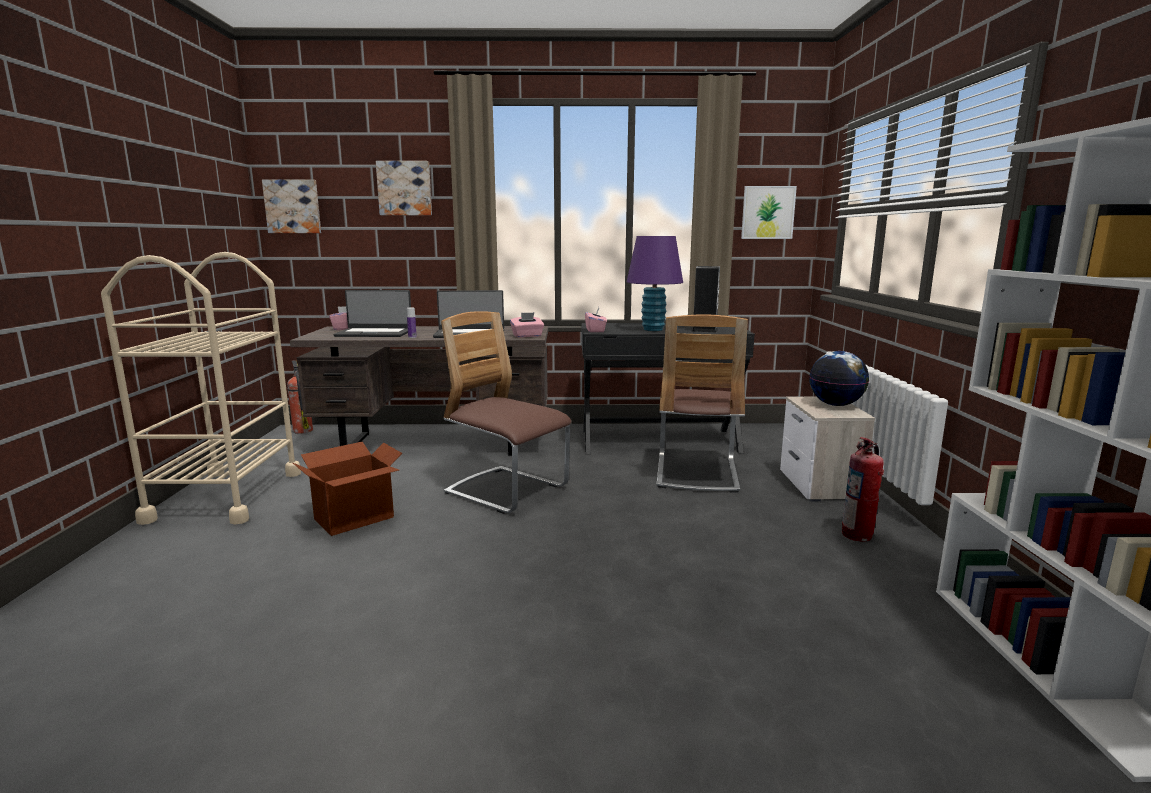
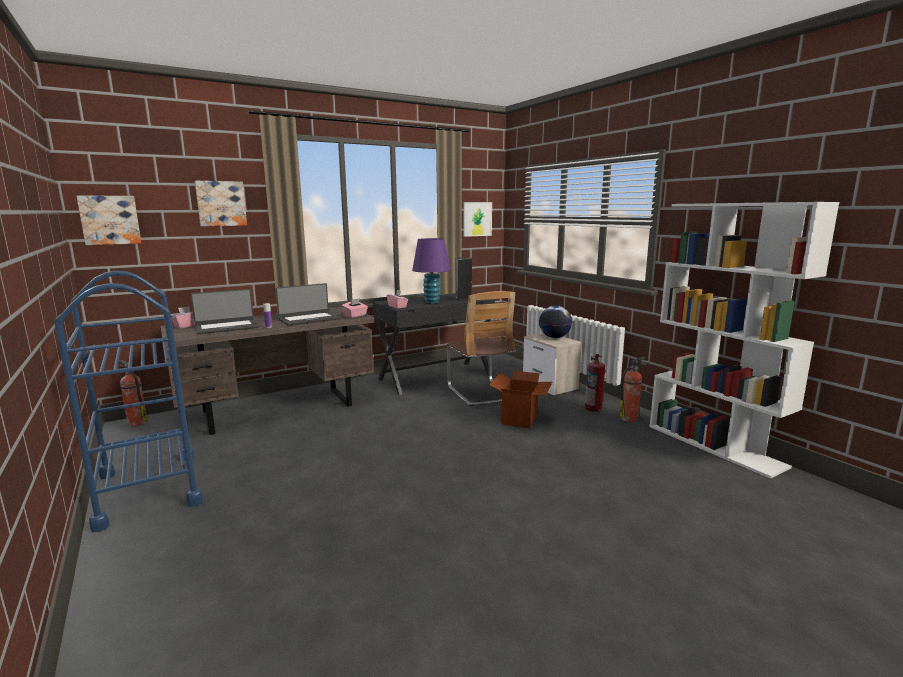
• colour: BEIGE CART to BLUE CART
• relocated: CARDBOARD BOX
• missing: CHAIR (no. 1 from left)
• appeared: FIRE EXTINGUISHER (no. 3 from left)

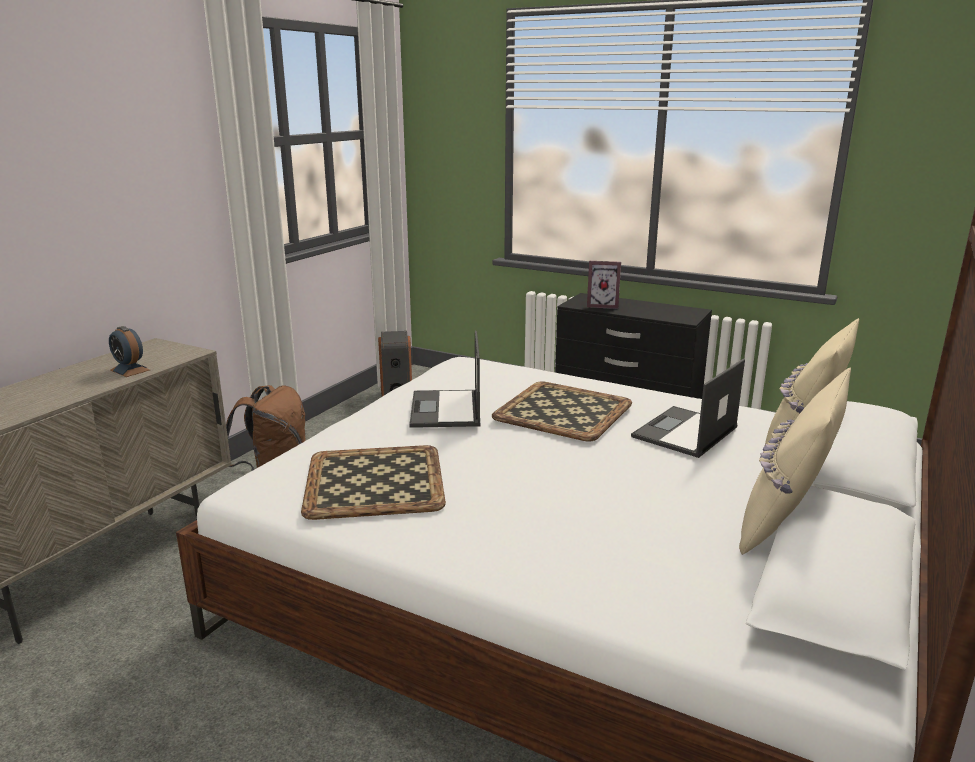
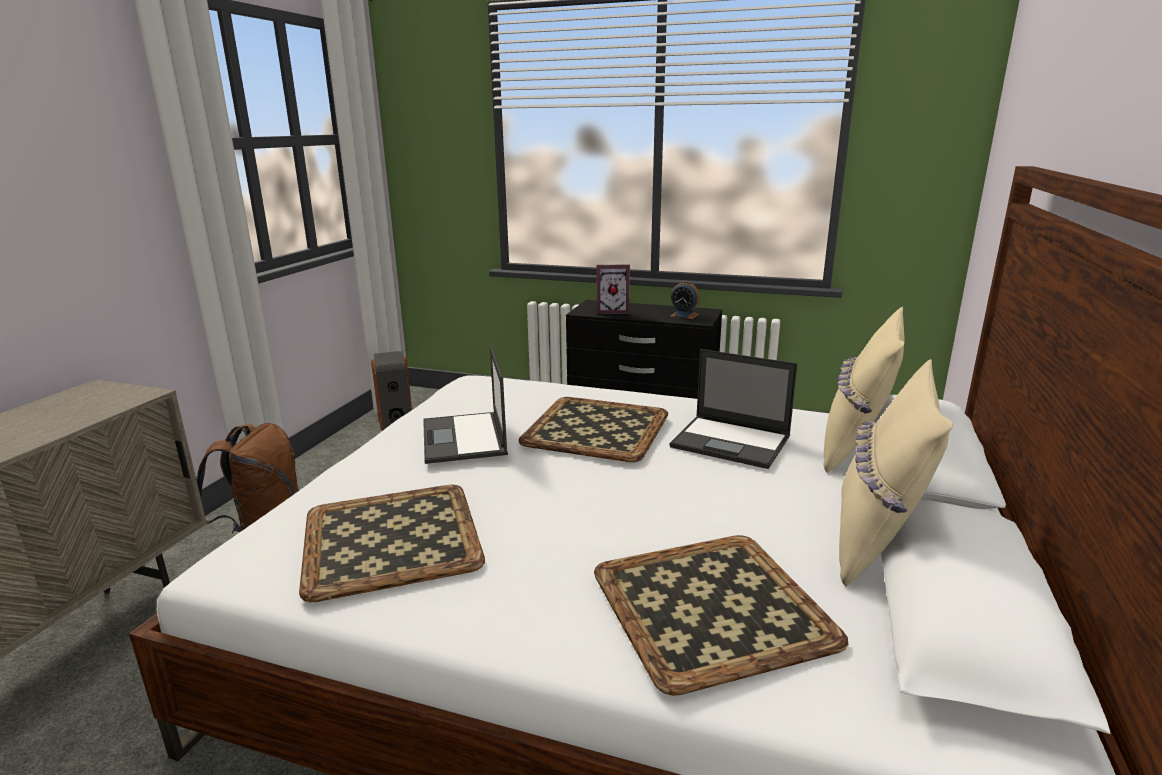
• relocated: ALARM CLOCK
• spun: LAPTOP (no. 2 from left) 90 degrees counterclockwise
• appeared: TRAY (no. 3 from left)

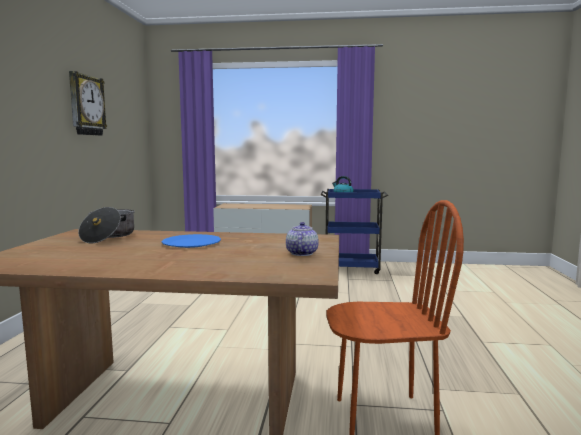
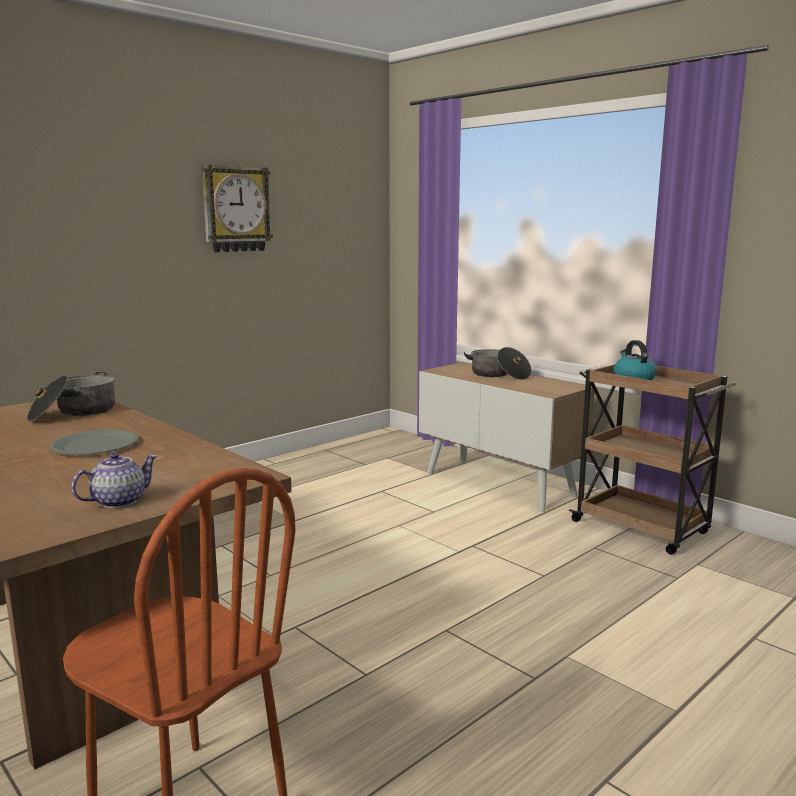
• colour: BLUE PLATE to GREY PLATE
• colour: BLUE CART to BROWN CART
• appeared: COOKING POT (no. 2 from left)

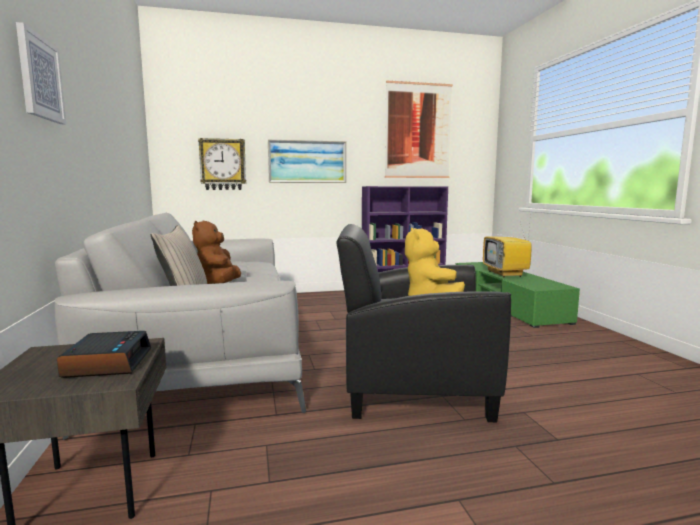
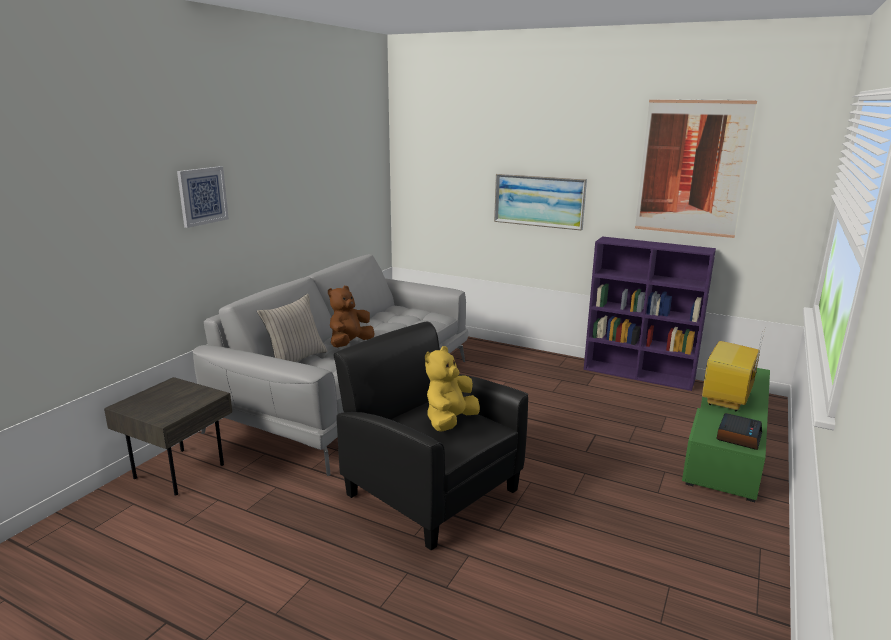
• relocated: ALARM CLOCK
• missing: WALL CLOCK

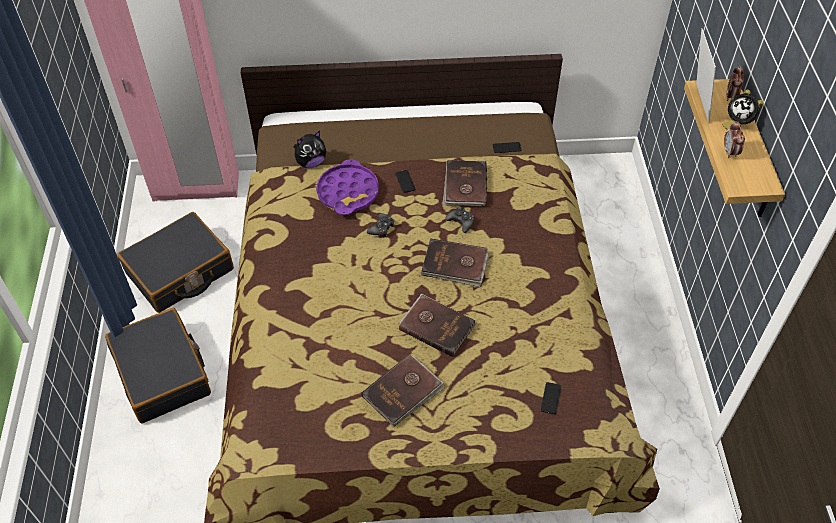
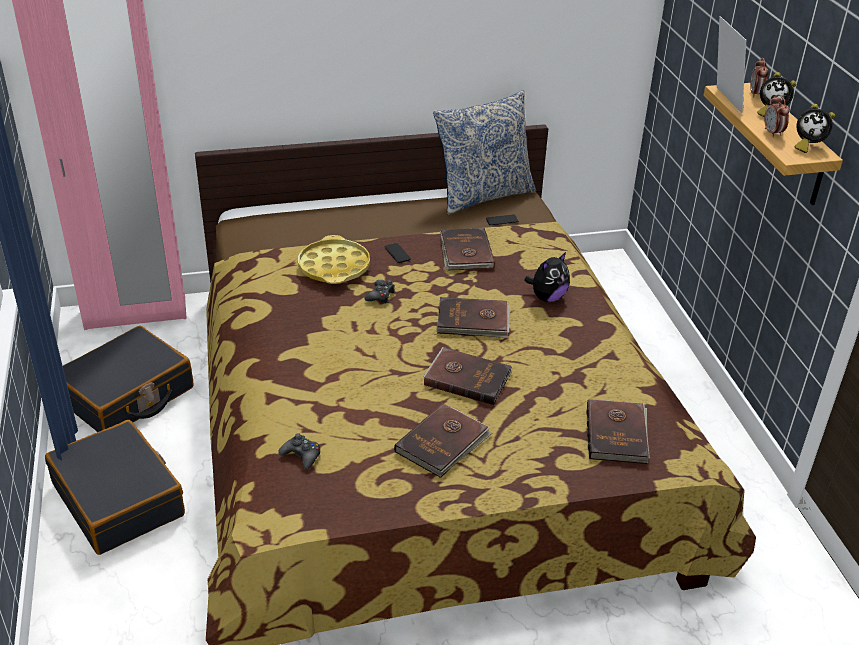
• relocated: PLUSH TOY
• colour: PURPLE TRAY to YELLOW TRAY
• relocated: BLACK GAME CONTROLLER (no. 2 from left in the first image) to BLACK GAME CONTROLLER (no. 1 from left)
• exchanged: PHONE (no. 3 from left) to BROWN BOOK (no. 5 from left)
• appeared: PILLOW
• appeared: ALARM CLOCK (no. 4 from left)

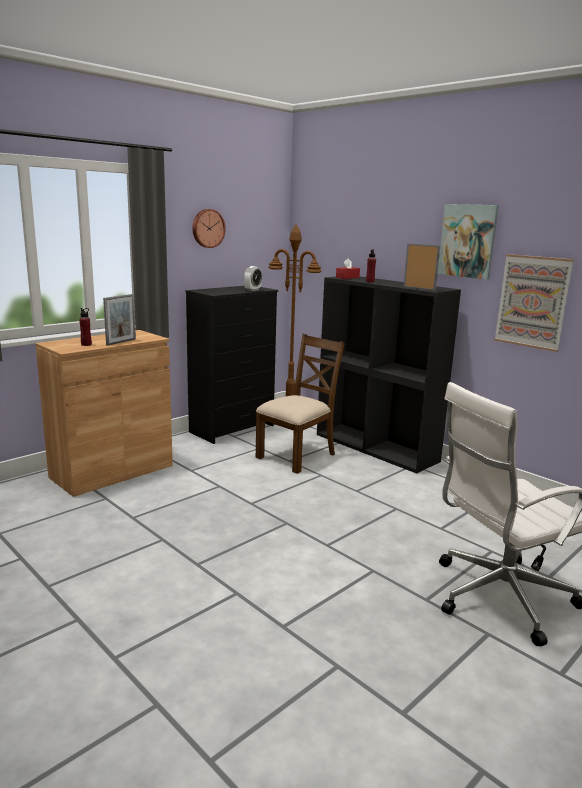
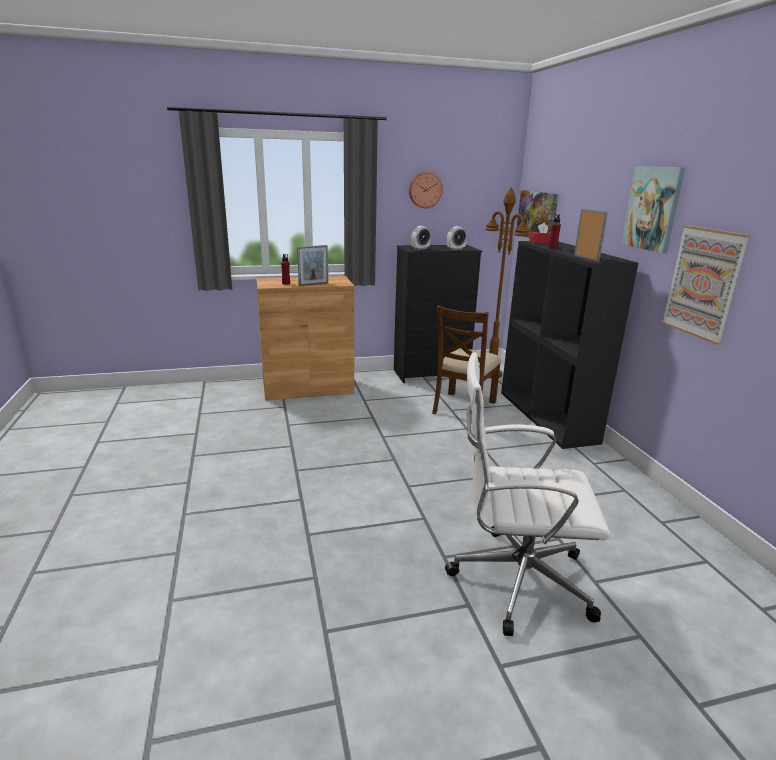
• spun: BROWN CHAIR 135 degrees clockwise
• appeared: ALARM CLOCK (no. 1 from left)
• appeared: PICTURE (no. 1 from left)

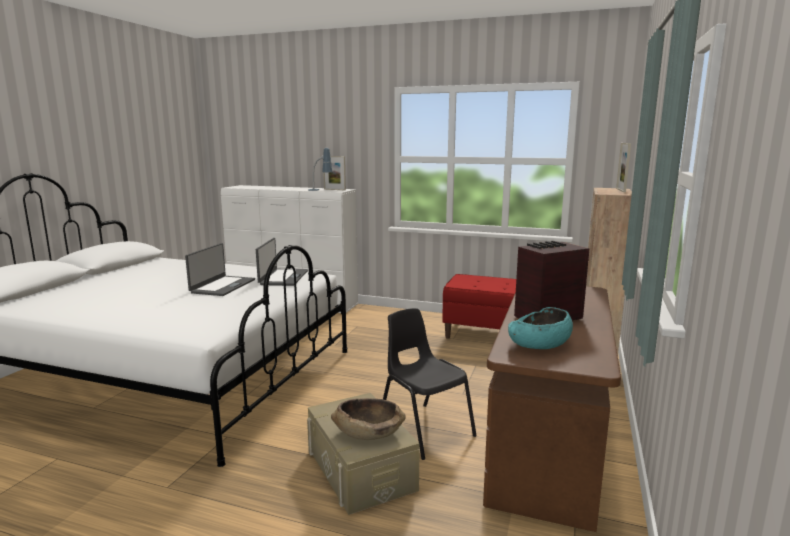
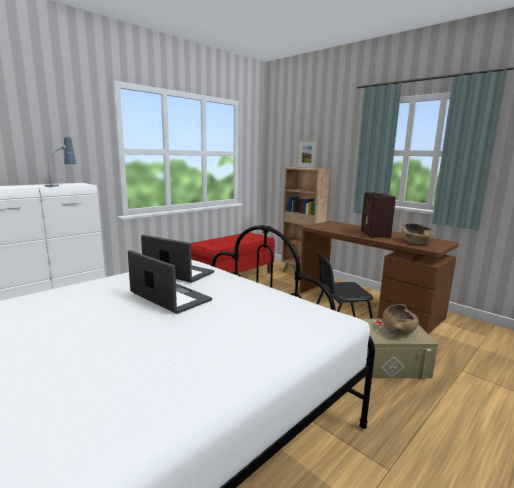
• missing: PICTURE FRAME (no. 1 from left)
• colour: TURQUOISE BOWL to BROWN BOWL (no. 2 from left)

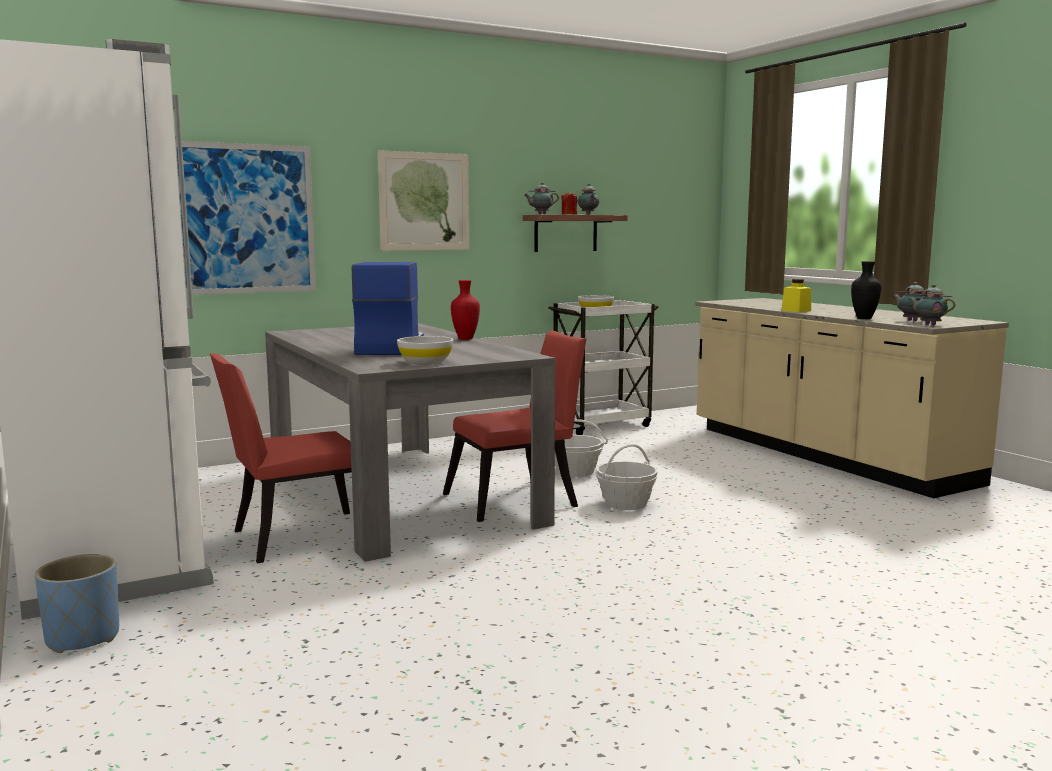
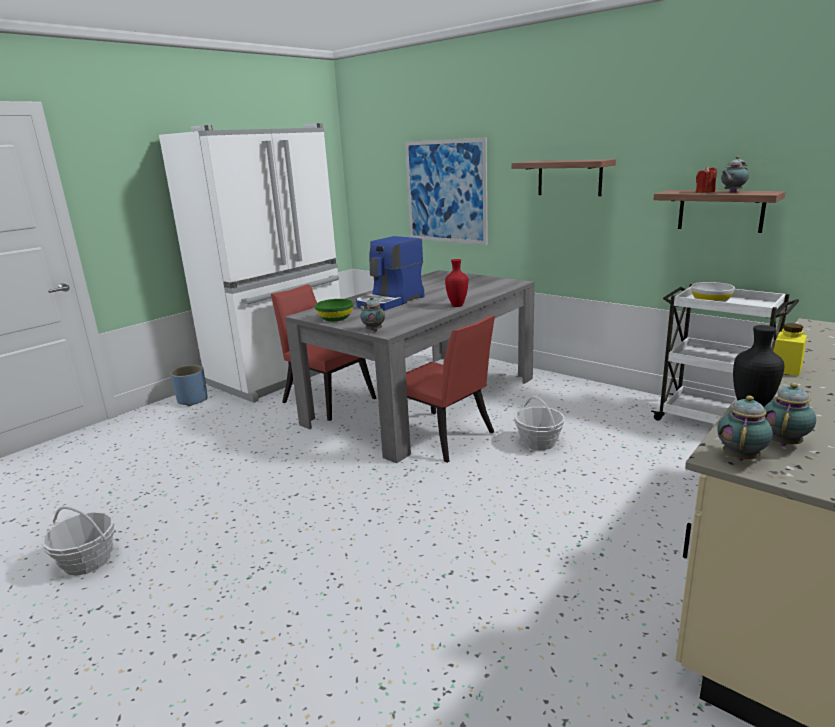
• spun: COFFEE MACHINE 150 degrees clockwise
• exchanged: PICTURE (no. 2 from left) to SHELF (no. 1 from left)
• colour: WHITE BOWL (no. 1 from left) to GREEN BOWL
• relocated: TEAPOT (no. 1 from left)
• relocated: BASKET (no. 2 from left in the first image) to BASKET (no. 1 from left)

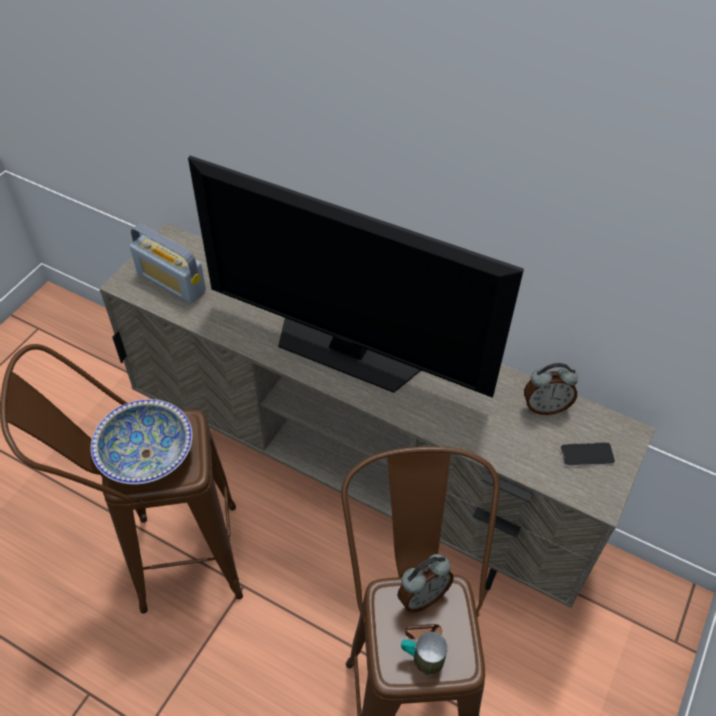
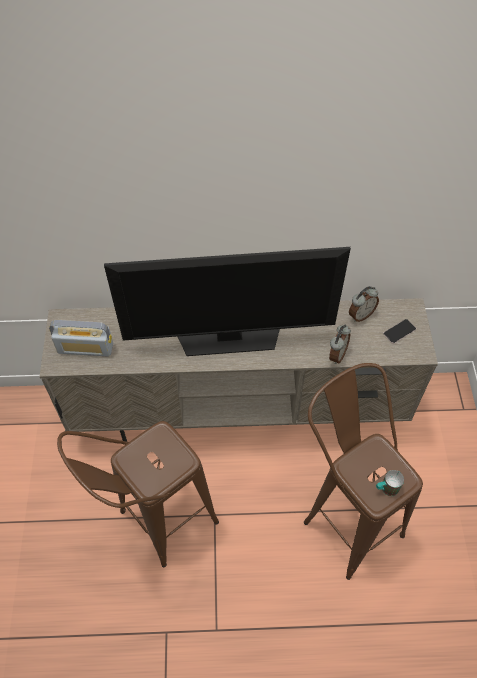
• missing: BOWL
• relocated: ALARM CLOCK (no. 1 from left)

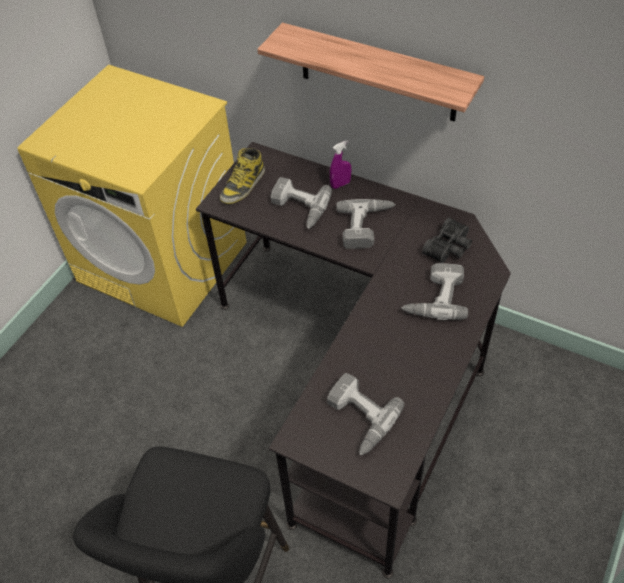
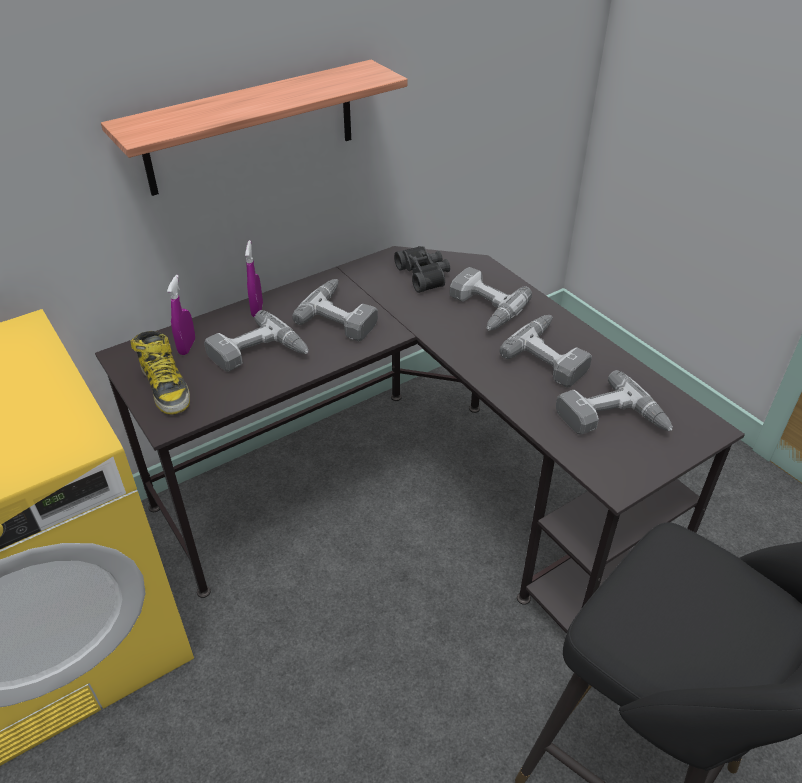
• appeared: PURPLE SPRAY BOTTLE (no. 1 from left)
• appeared: POWER DRILL (no. 4 from left)

